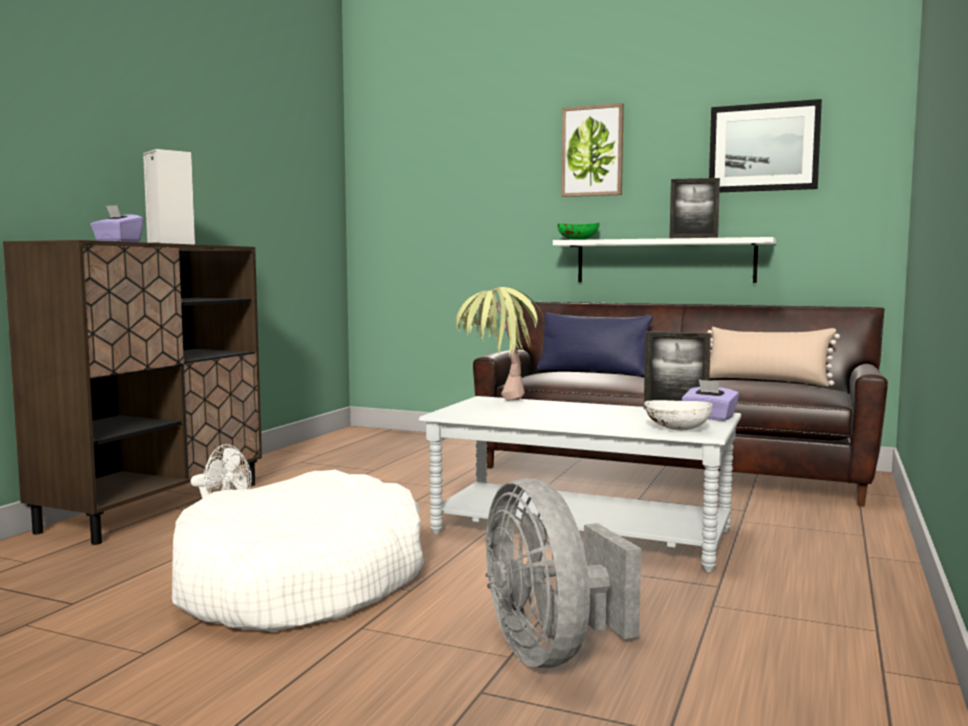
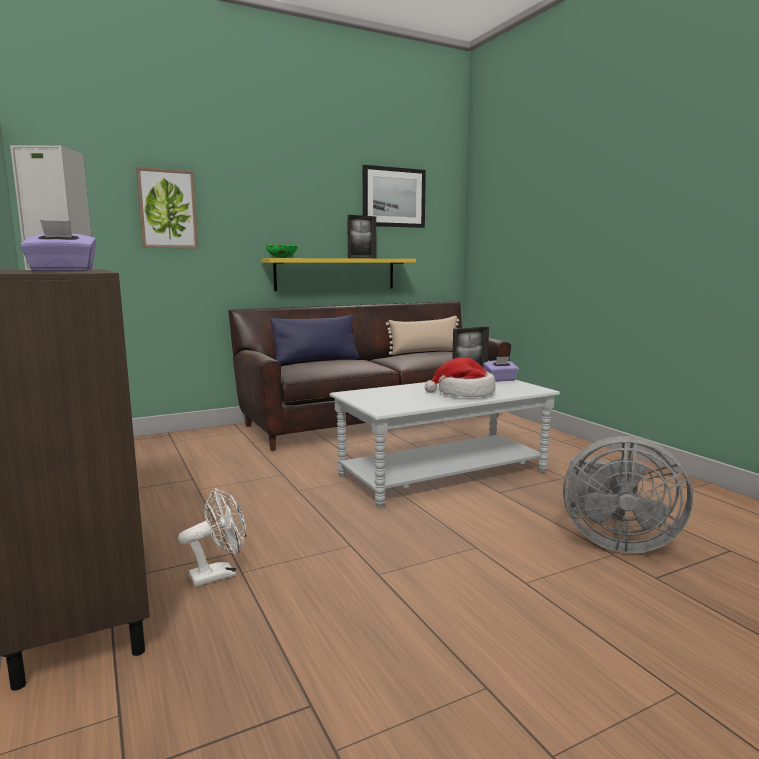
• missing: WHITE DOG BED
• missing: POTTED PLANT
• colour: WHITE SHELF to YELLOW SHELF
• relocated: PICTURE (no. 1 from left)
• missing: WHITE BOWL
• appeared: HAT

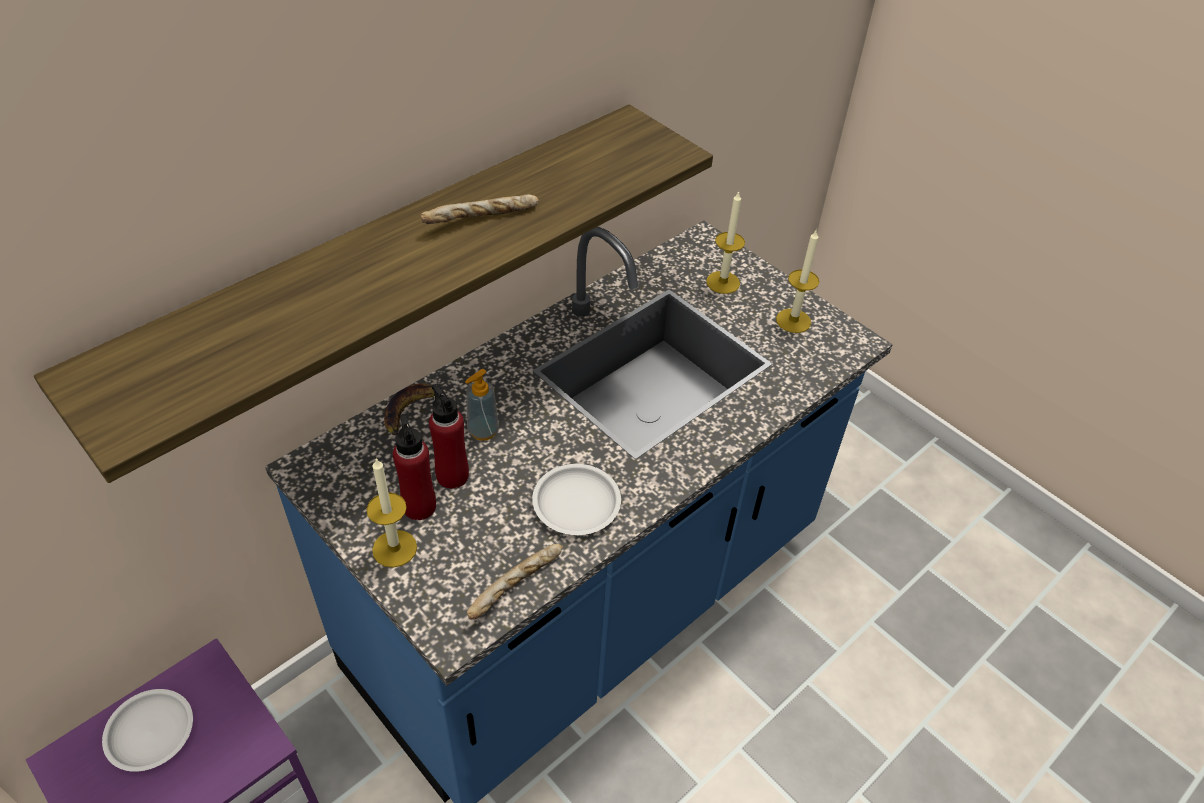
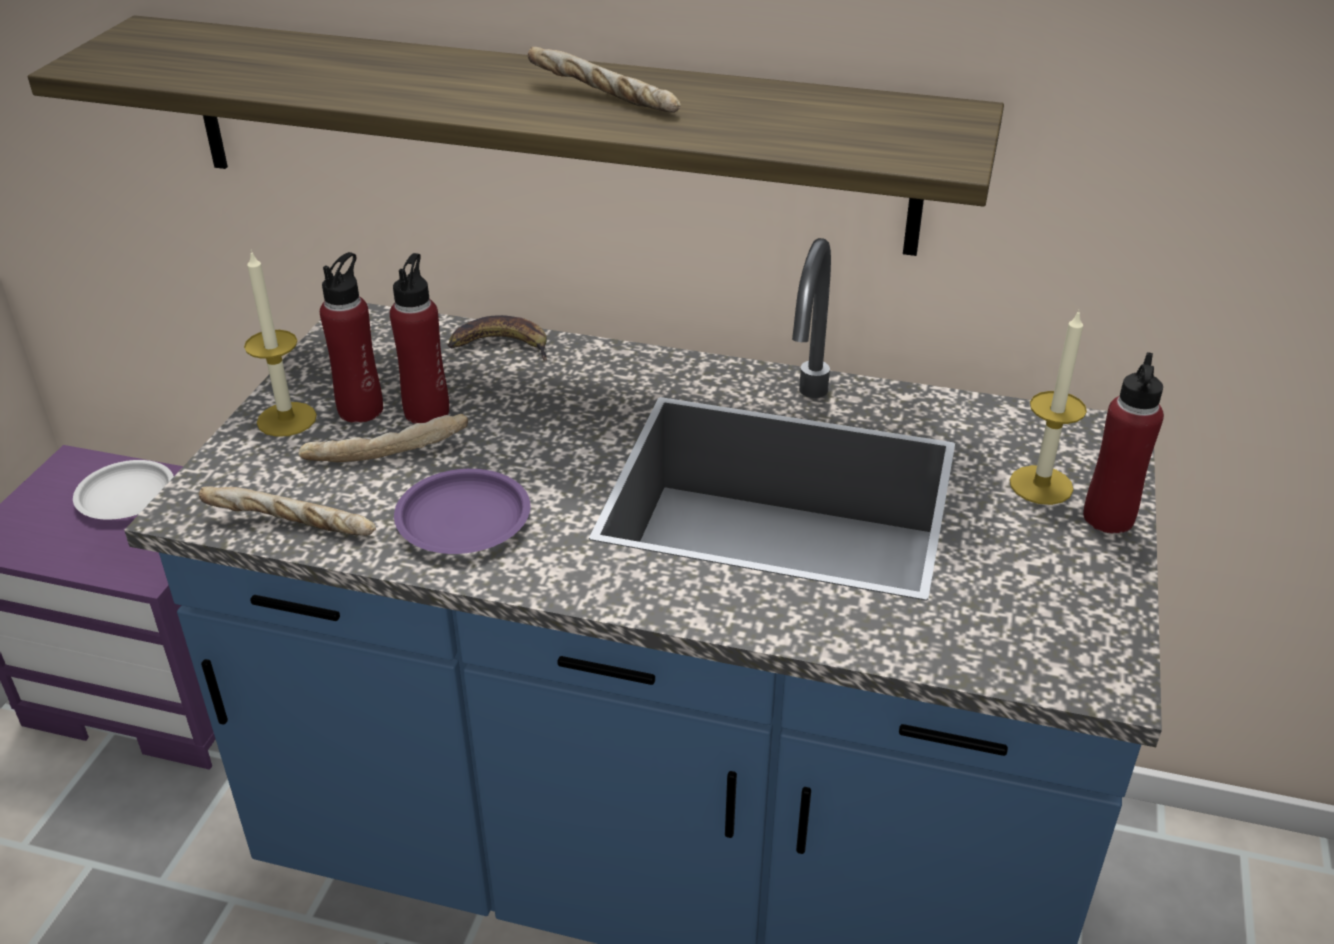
• missing: SOAP DISPENSER
• colour: WHITE PLATE (no. 2 from left) to PURPLE PLATE
• missing: CANDLE (no. 3 from left)
• appeared: BREAD (no. 2 from left)
• appeared: RED BOTTLE (no. 3 from left)

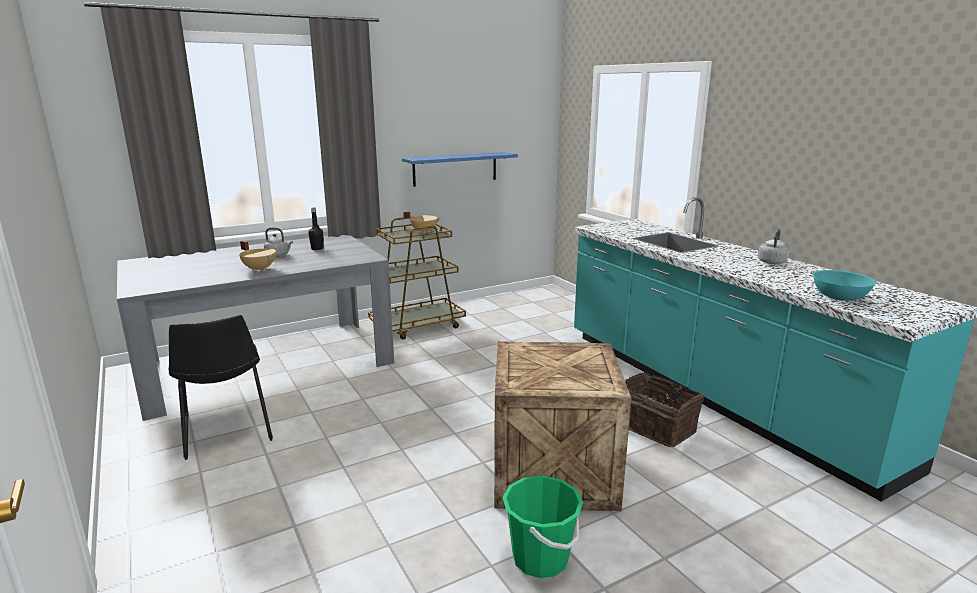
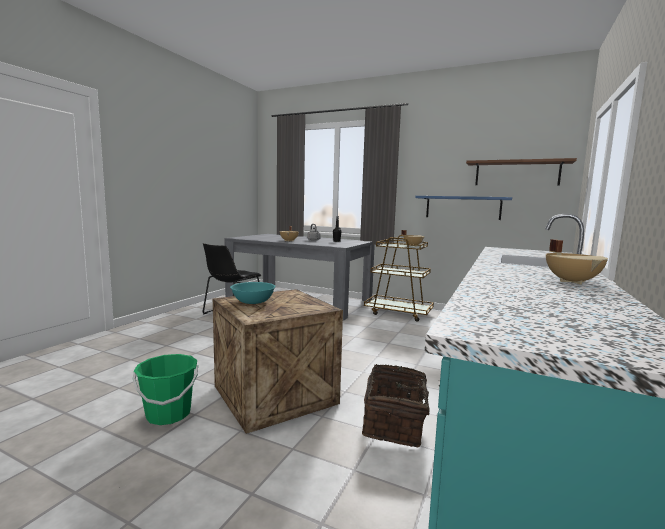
• exchanged: GREY KETTLE (no. 2 from left) to BEIGE COOKING POT (no. 3 from left)
• relocated: TURQUOISE BOWL
• appeared: BROWN SHELF

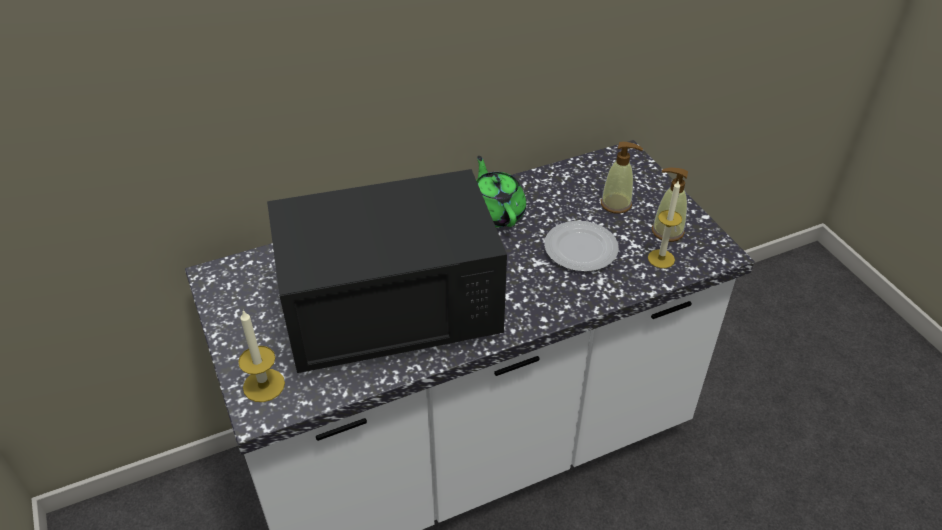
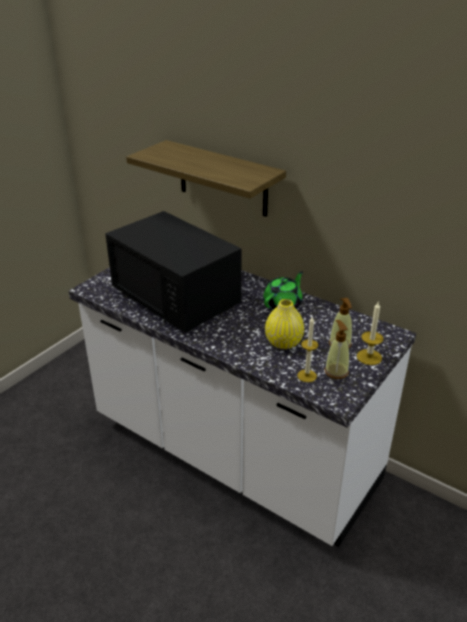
• relocated: CANDLE (no. 1 from left in the first image) to CANDLE (no. 2 from left)
• exchanged: PLATE to YELLOW VASE
• appeared: SHELF

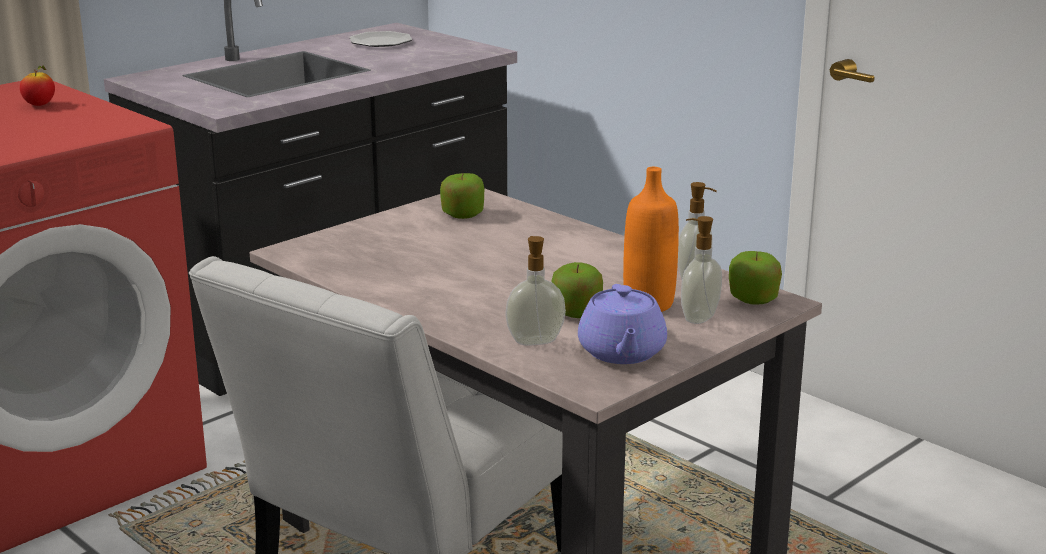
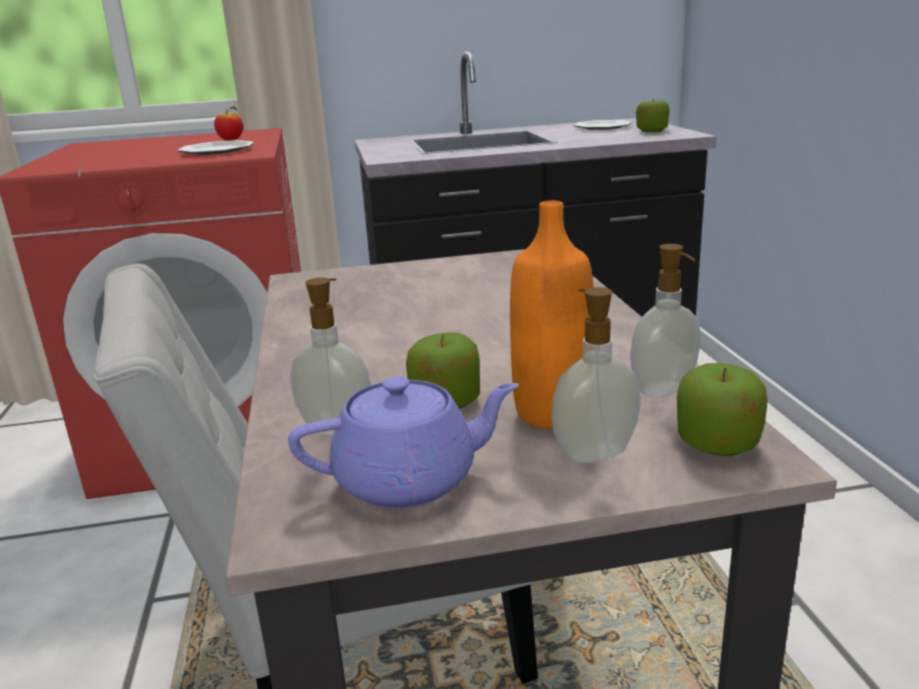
• relocated: APPLE (no. 2 from left in the first image) to APPLE (no. 3 from left)
• spun: PURPLE TEAPOT 135 degrees counterclockwise
• appeared: PLATE (no. 1 from left)

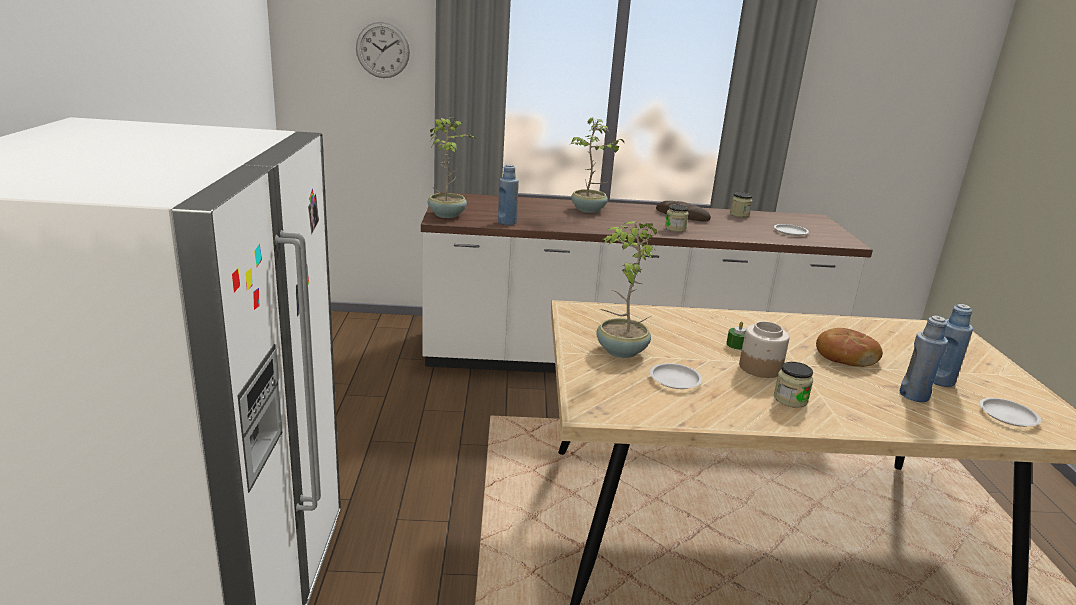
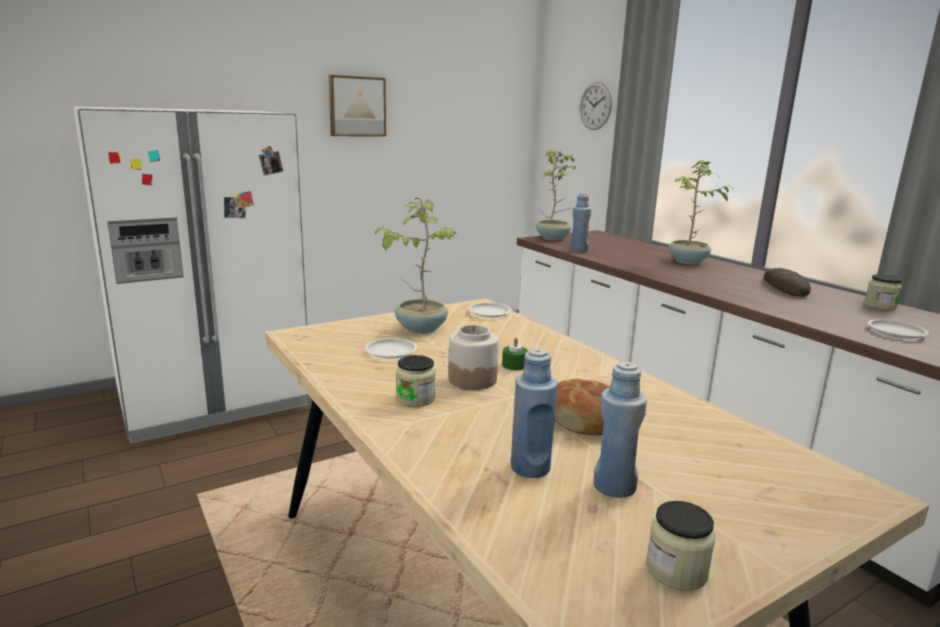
• relocated: JAR (no. 1 from left in the first image) to JAR (no. 3 from left)
• relocated: WHITE PLATE (no. 3 from left in the first image) to WHITE PLATE (no. 2 from left)
• appeared: PICTURE

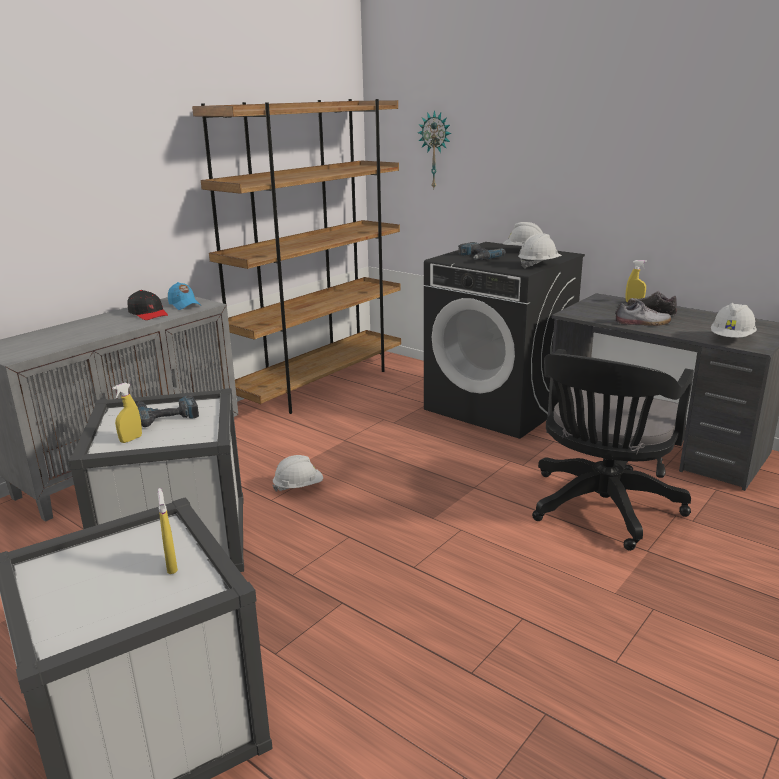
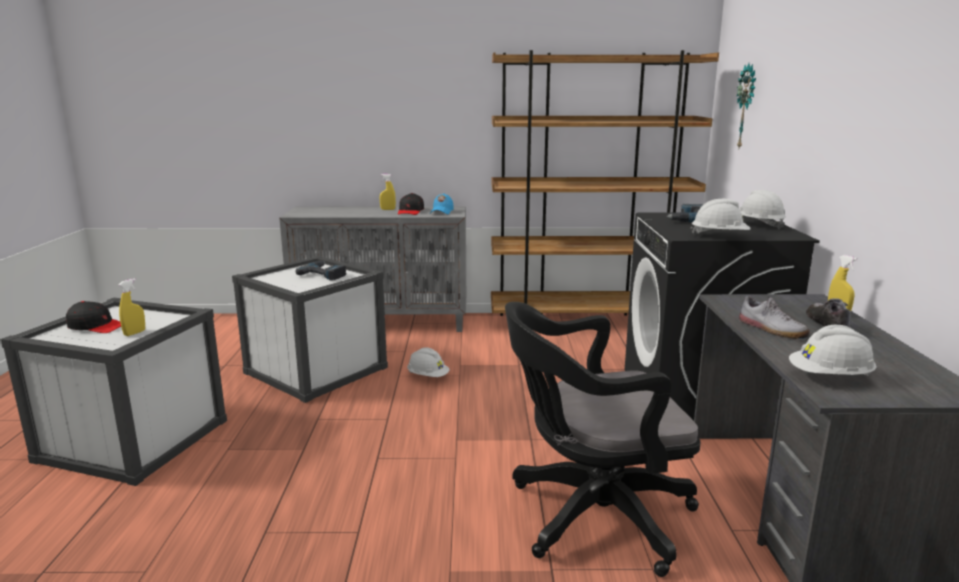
• relocated: YELLOW SPRAY BOTTLE (no. 1 from left in the first image) to YELLOW SPRAY BOTTLE (no. 2 from left)
• appeared: BLACK CAP (no. 1 from left)

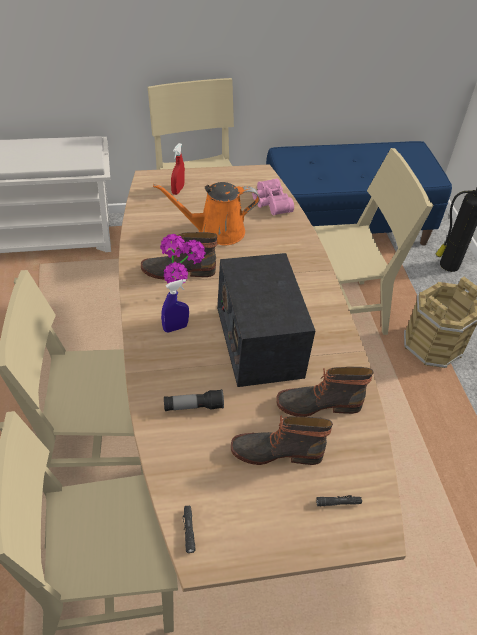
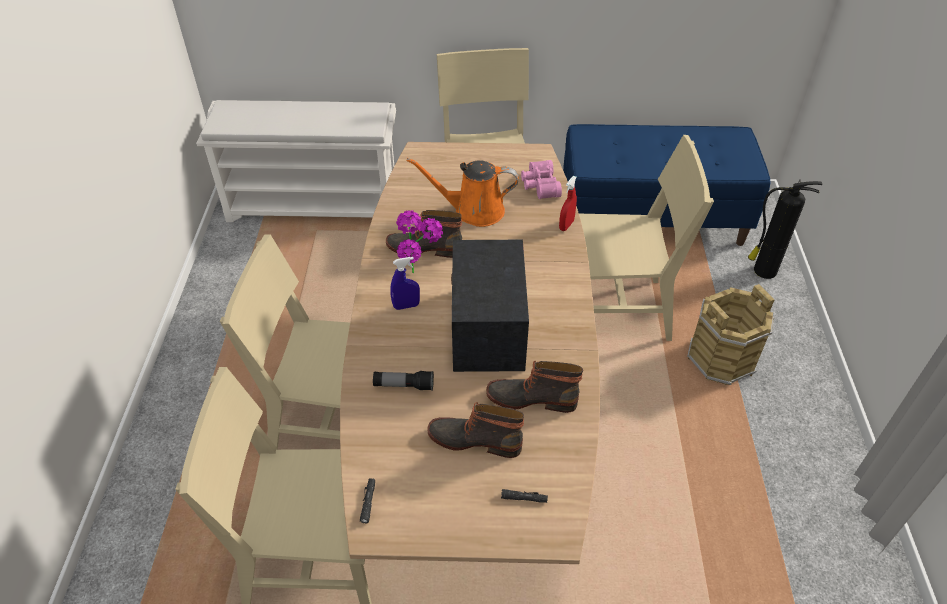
• relocated: RED SPRAY BOTTLE

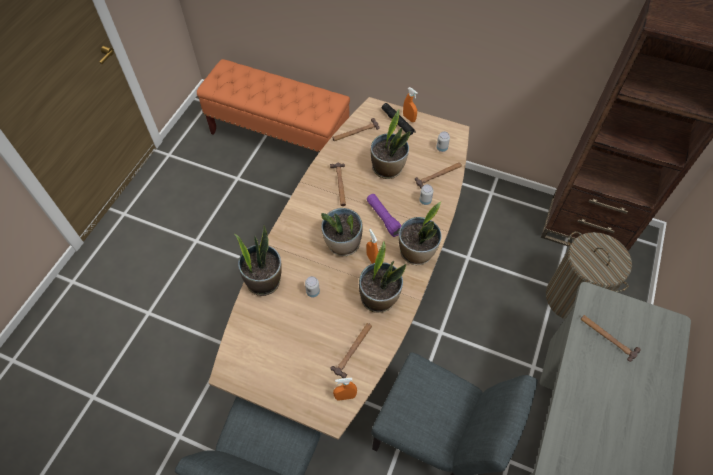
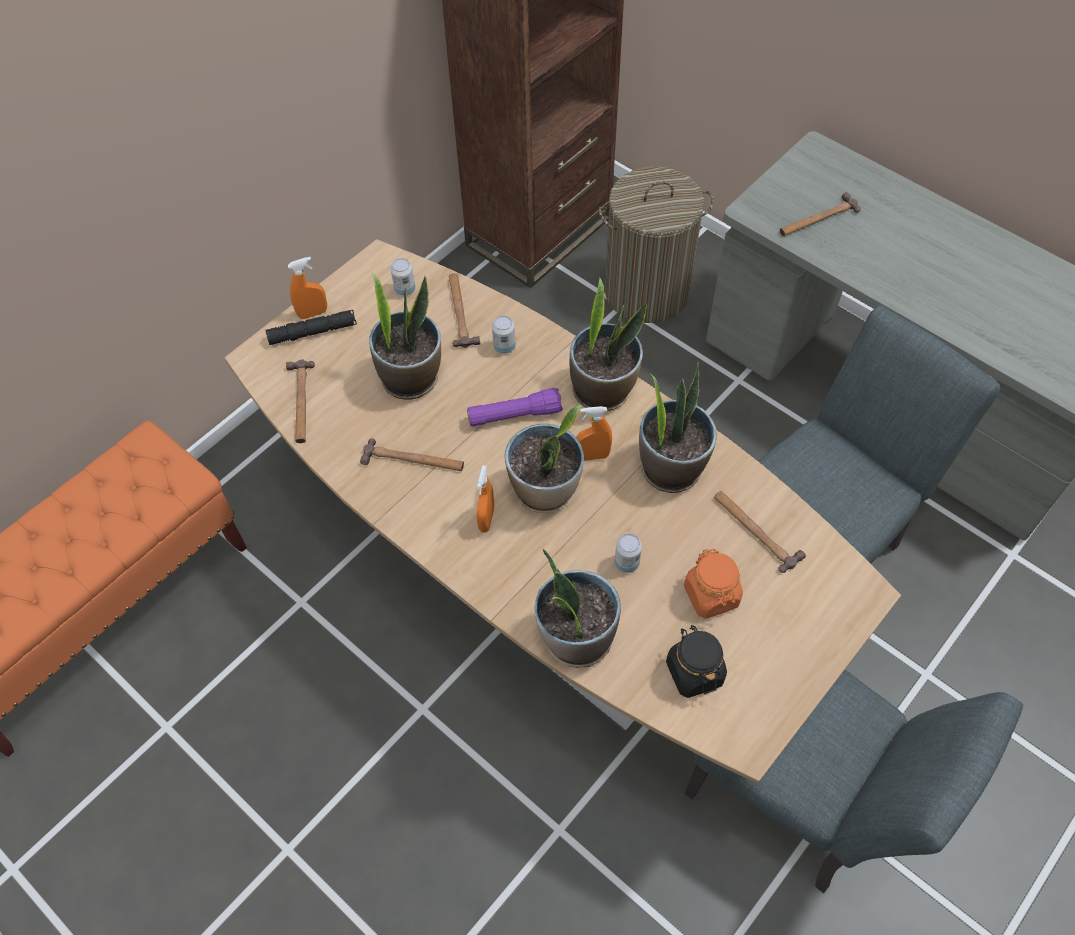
• relocated: ORANGE SPRAY BOTTLE (no. 1 from left in the first image) to ORANGE SPRAY BOTTLE (no. 2 from left)
• appeared: BLACK JAR
• appeared: ORANGE JAR

